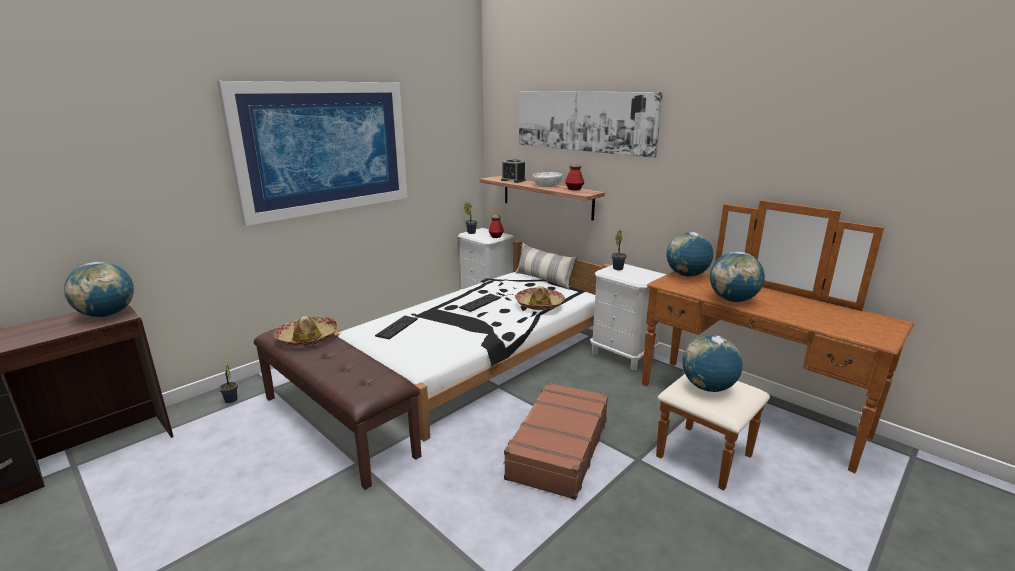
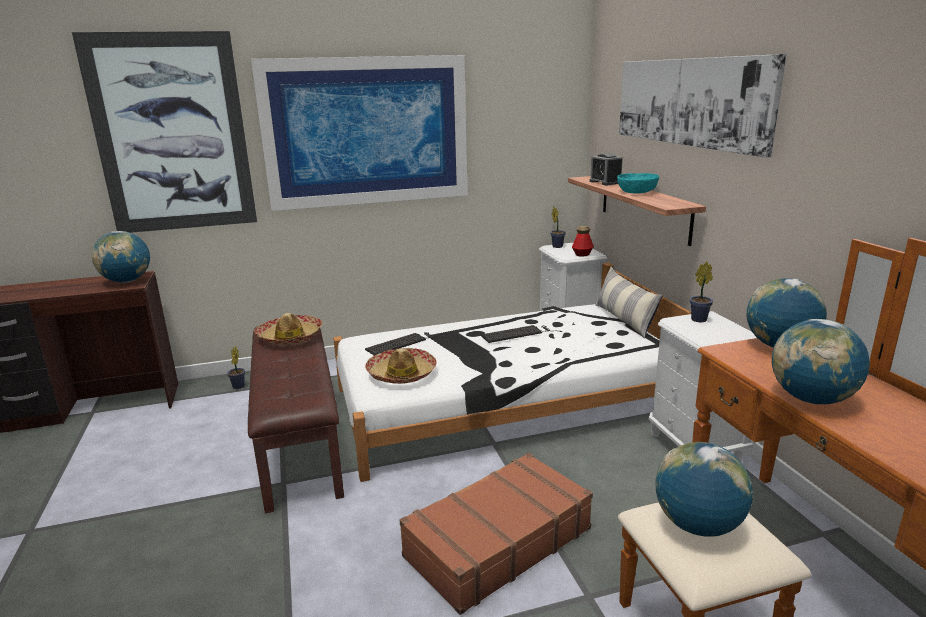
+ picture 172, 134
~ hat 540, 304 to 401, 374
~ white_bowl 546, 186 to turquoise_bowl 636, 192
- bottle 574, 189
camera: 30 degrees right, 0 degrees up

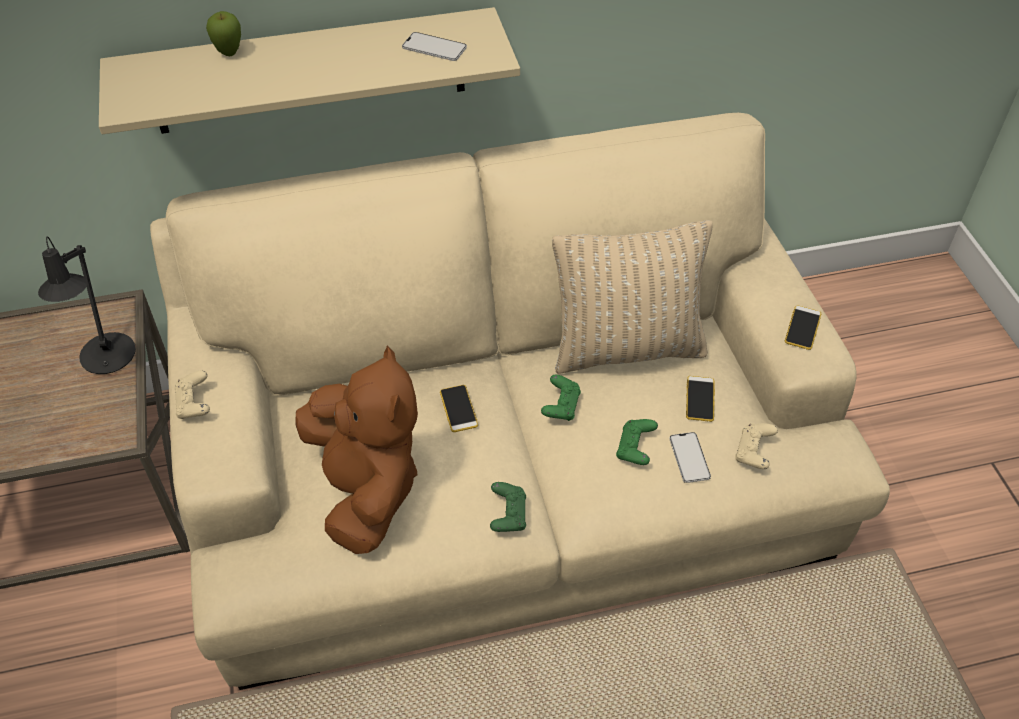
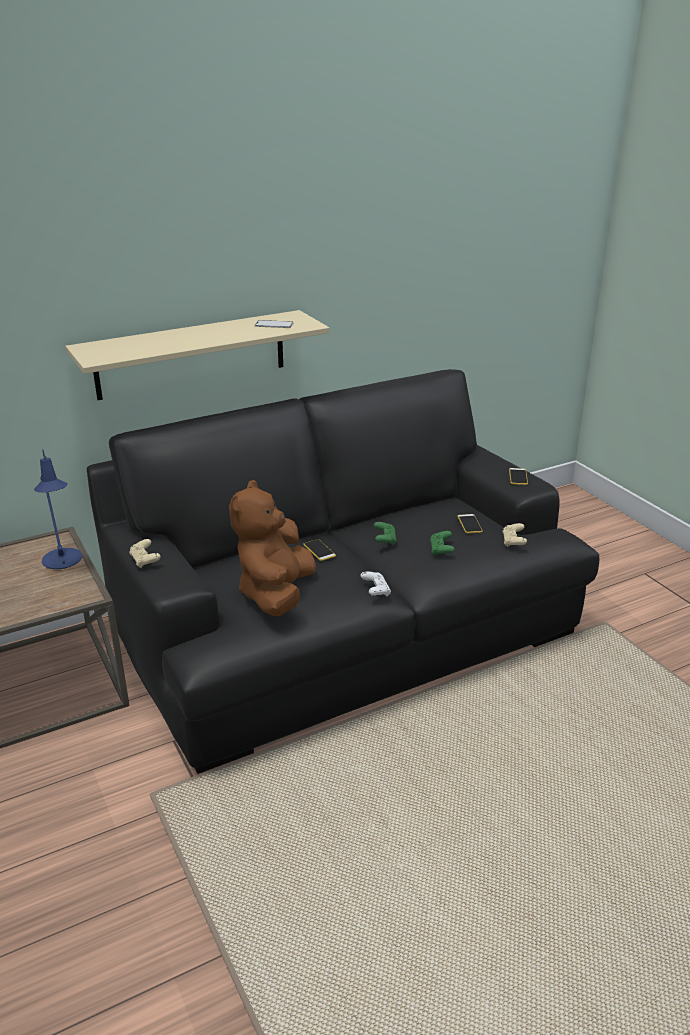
~ black_table_lamp 107, 359 to blue_table_lamp 63, 561
~ beige_sofa 509, 475 to black_sofa 344, 628
~ brown_plush_toy 365, 489 = 276, 594 135 degrees counterclockwise
~ green_game_controller 508, 515 to white_game_controller 375, 591
- apple 229, 53
- beige_pillow 626, 349
- phone 689, 457
camera: 15 degrees left, 20 degrees down

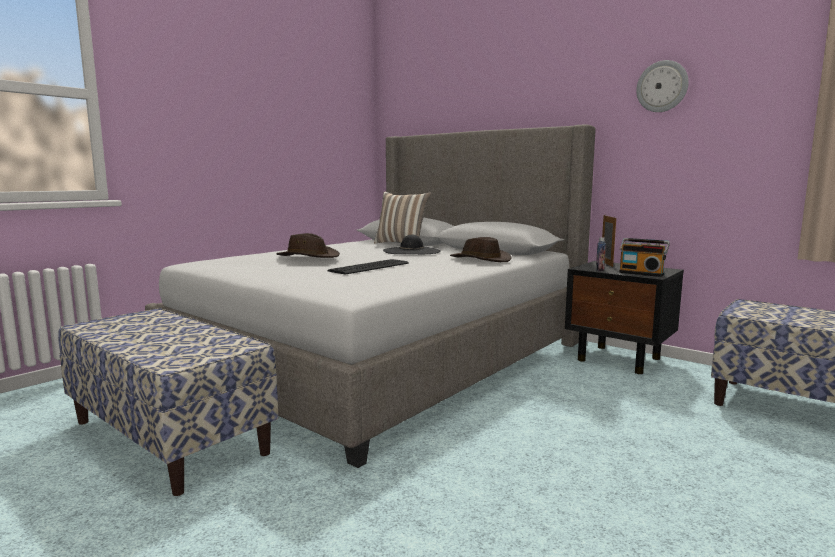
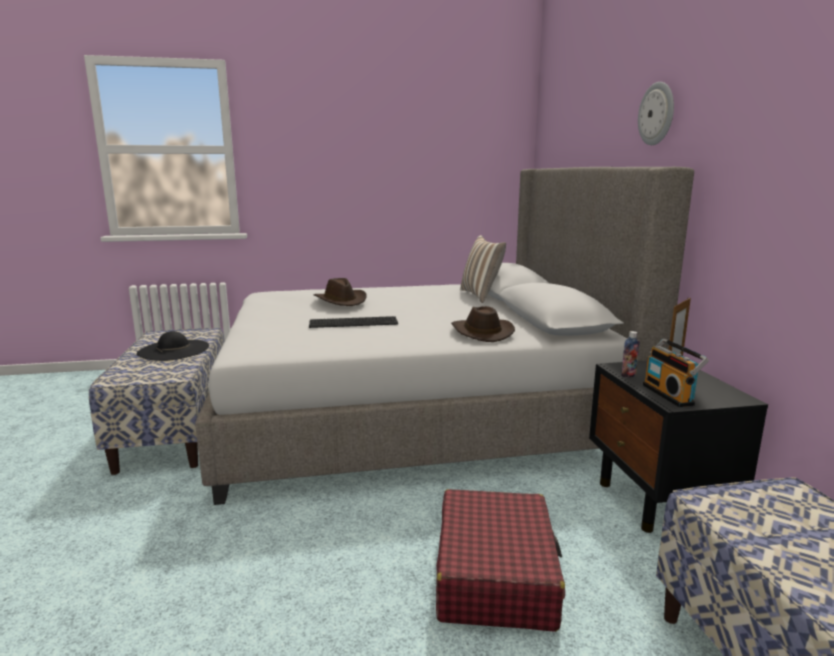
~ black_hat 411, 251 to 173, 350
+ red_suitcase 495, 574
~ wall_clock 662, 86 to 657, 114
camera: 40 degrees right, 5 degrees up

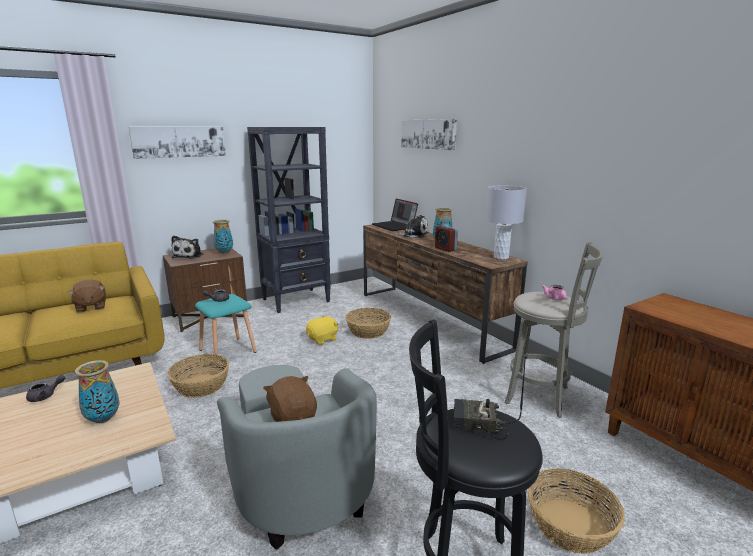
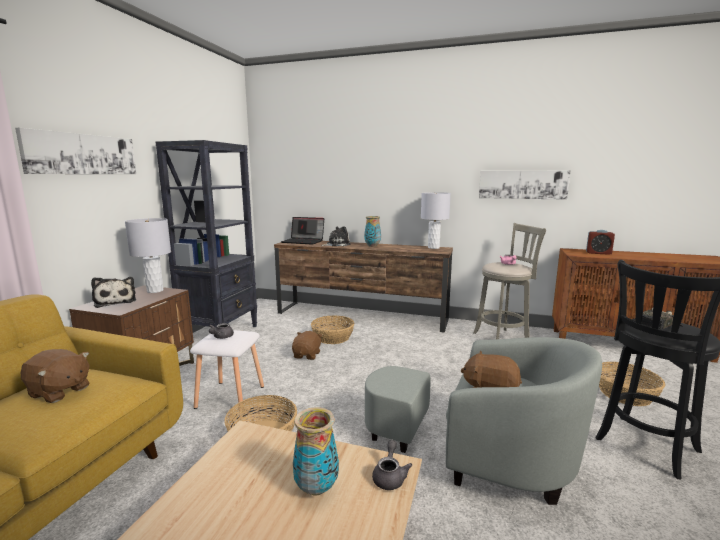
~ vase 224, 252 to grey_table_lamp 155, 291
~ turquoise_stool 228, 350 to white_stool 230, 396
~ yellow_plush_toy 323, 339 to brown_plush_toy 307, 355
~ grey_teapot 45, 396 to 390, 476
~ picture 428, 134 to 522, 184
~ alarm_clock 445, 249 to 598, 253
camera: 40 degrees left, 5 degrees down

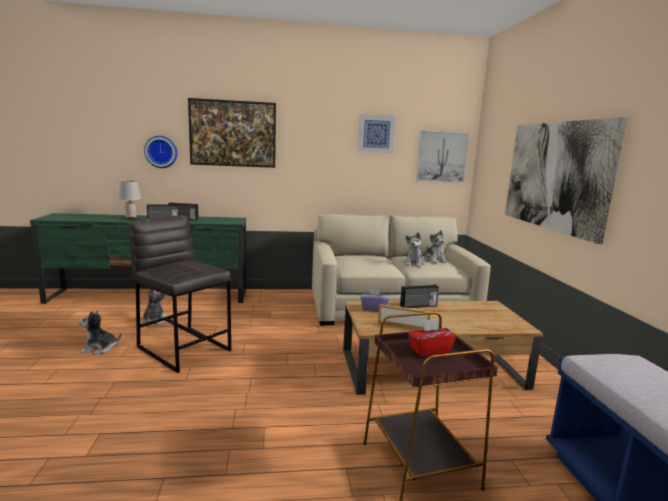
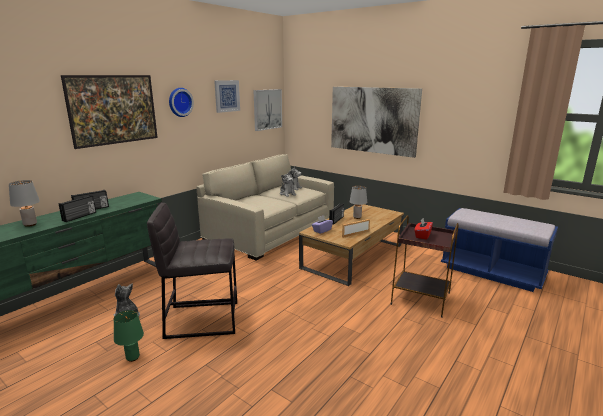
~ plush_toy 99, 348 to green_table_lamp 133, 358
~ wall_clock 161, 152 to 179, 102
+ grey_table_lamp 357, 217
camera: 45 degrees left, 5 degrees up

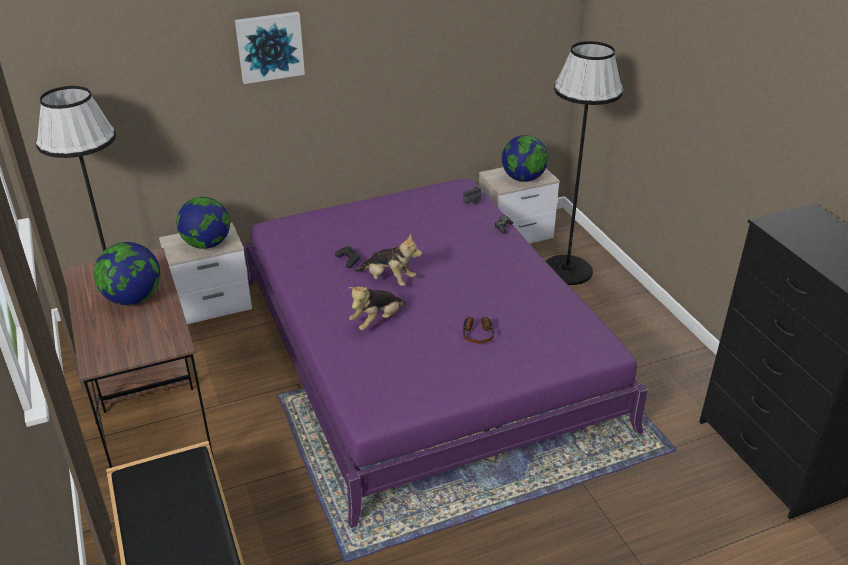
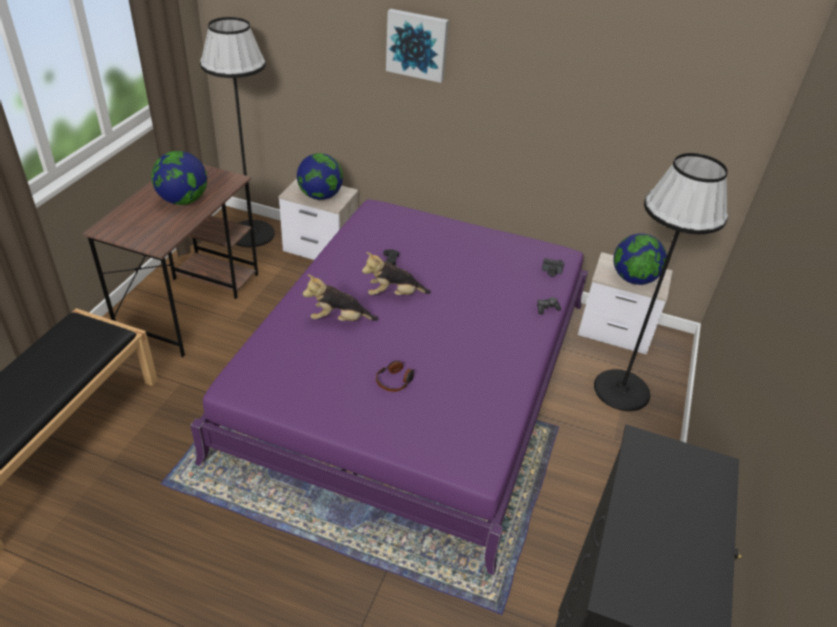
~ plush_toy 389, 280 = 394, 294 105 degrees clockwise
camera: 40 degrees right, 5 degrees up

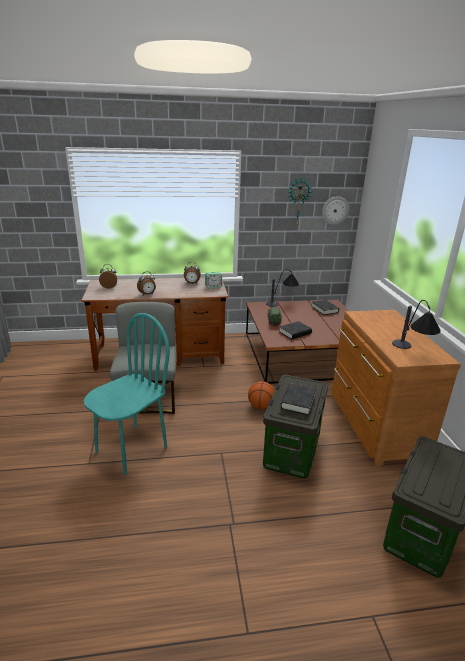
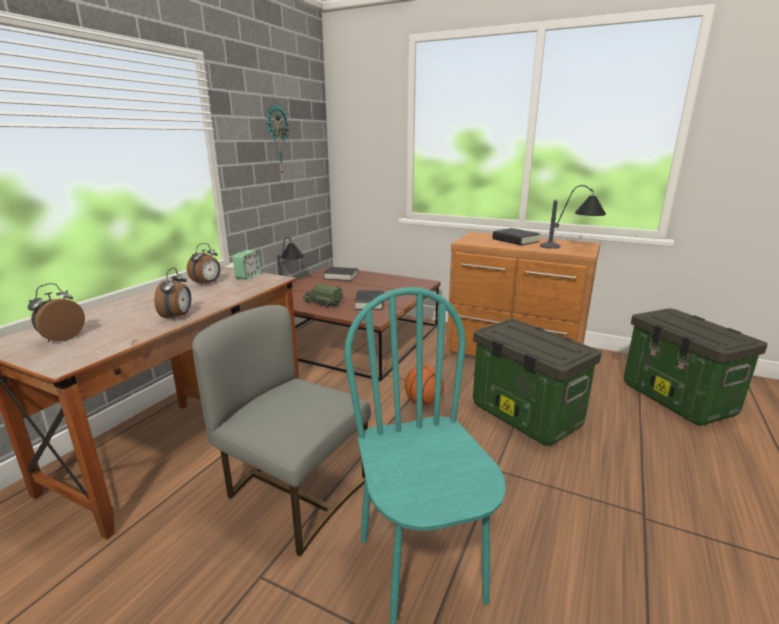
~ black_book 298, 402 to 515, 240
- wall_clock 335, 210
camera: 55 degrees left, 5 degrees down

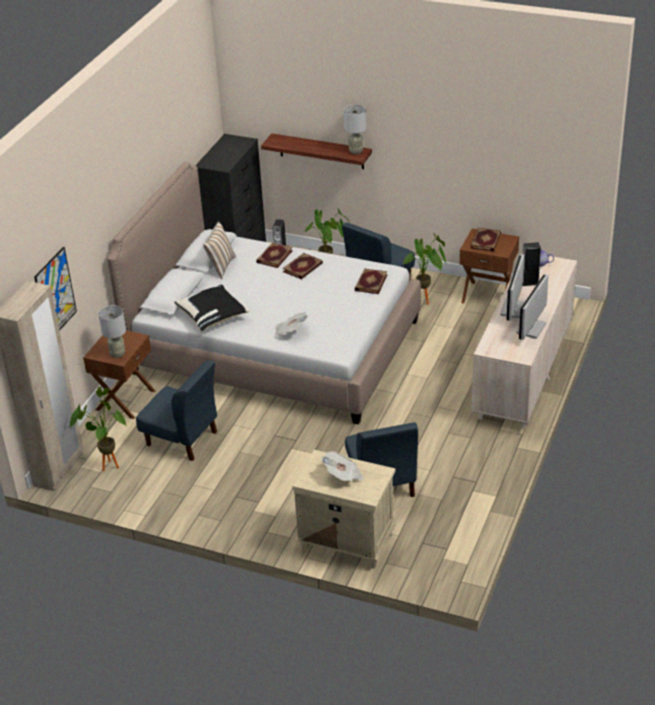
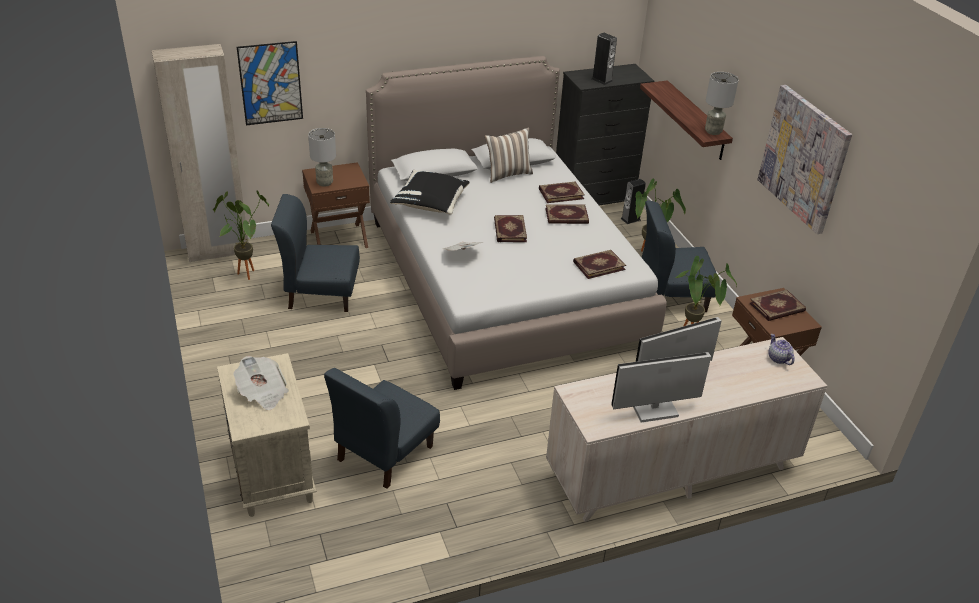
~ blue_chair 182, 438 = 321, 294 105 degrees clockwise
+ book 509, 230
~ speaker 529, 282 to 602, 80
+ picture 804, 158
camera: 45 degrees right, 0 degrees up

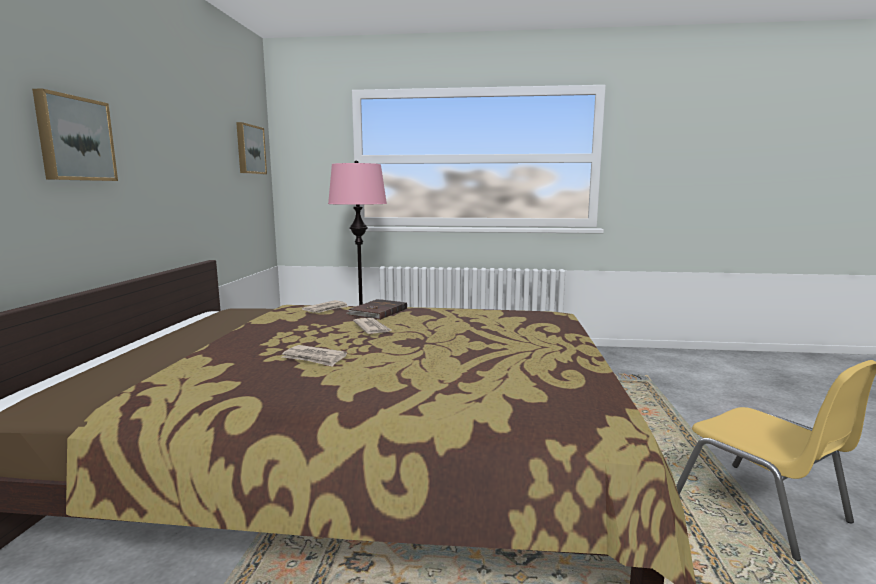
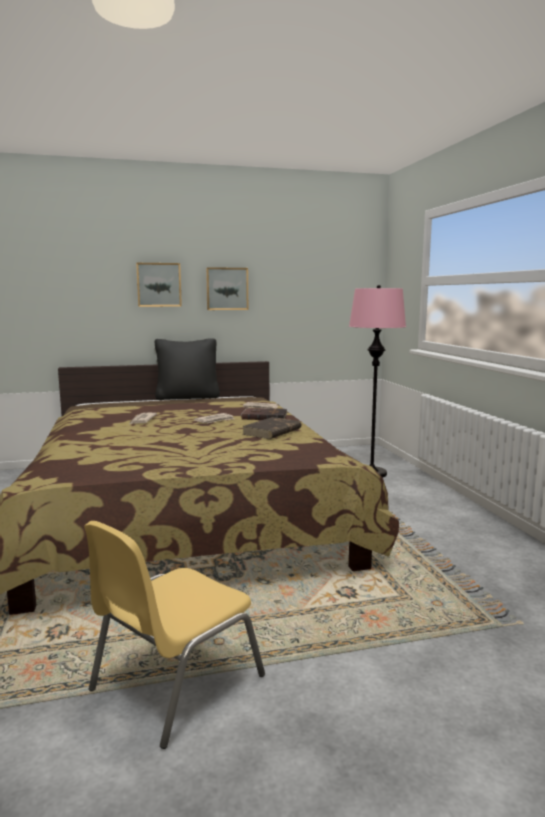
+ black_pillow 187, 397
~ picture 249, 149 to 227, 289
+ brown_book 271, 431
camera: 70 degrees right, 0 degrees up

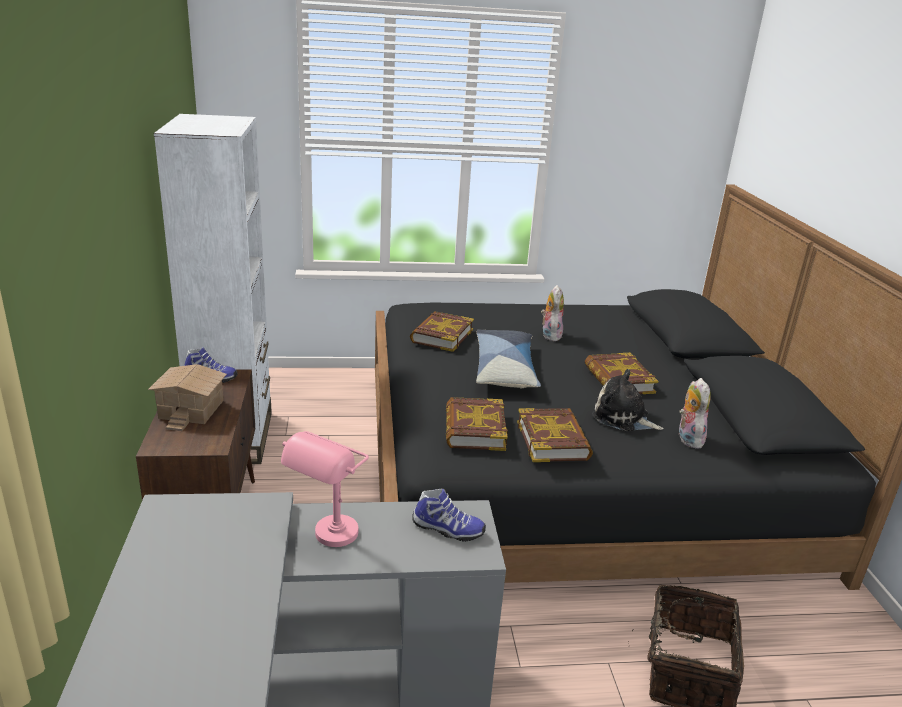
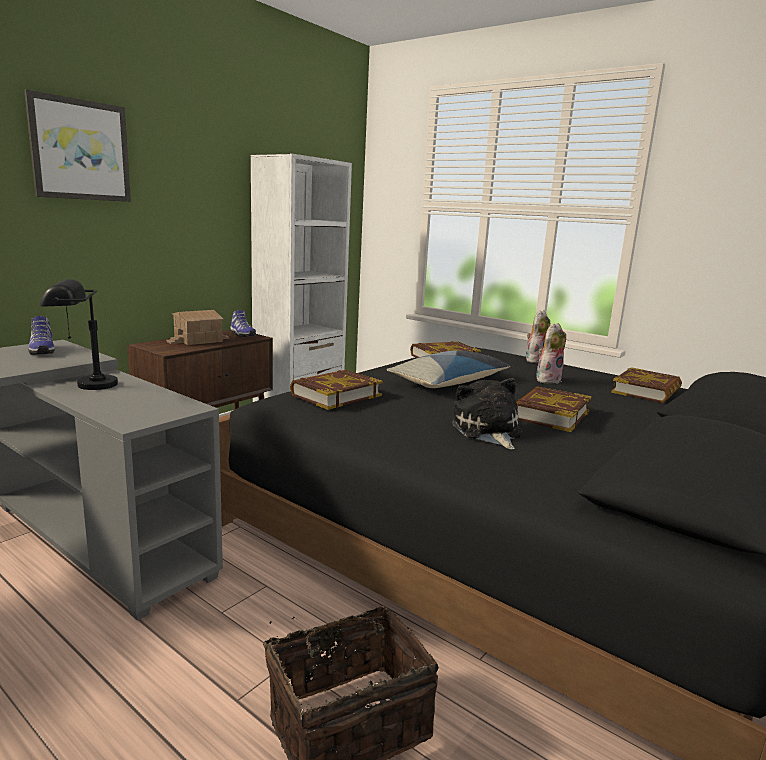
+ picture 80, 150
~ shoe 447, 530 to 41, 350
~ pink_table_lamp 328, 542 to black_table_lamp 83, 385
~ plush_toy 687, 438 to 535, 360
~ book 553, 440 to 646, 391
camera: 45 degrees right, 10 degrees down

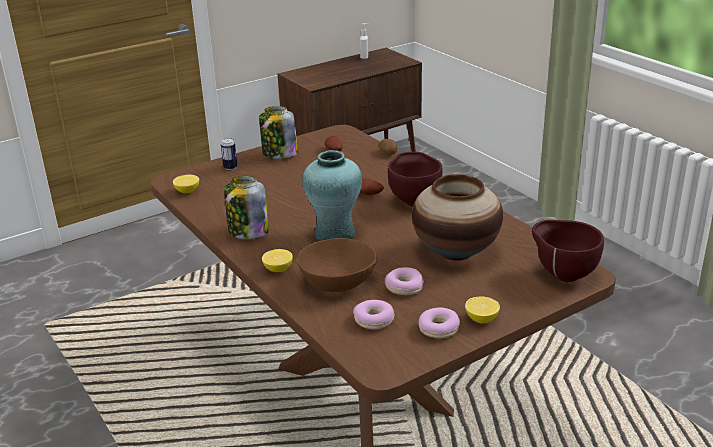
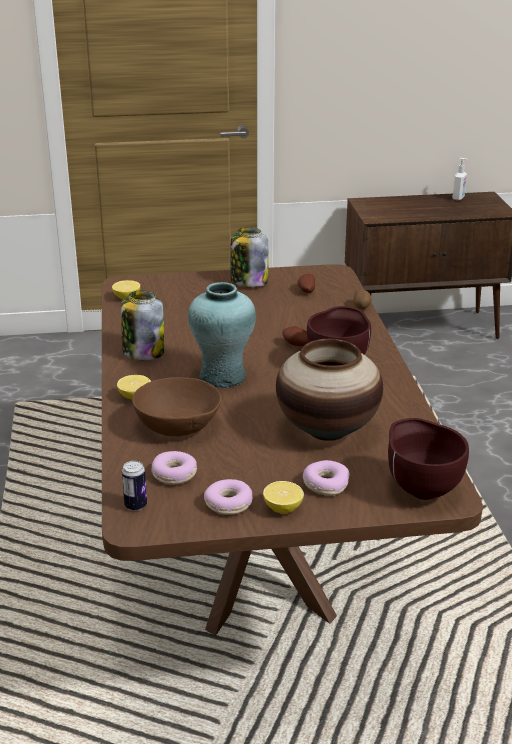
~ can 230, 167 to 135, 505
~ donut 404, 287 to 325, 484
camera: 25 degrees right, 0 degrees up

